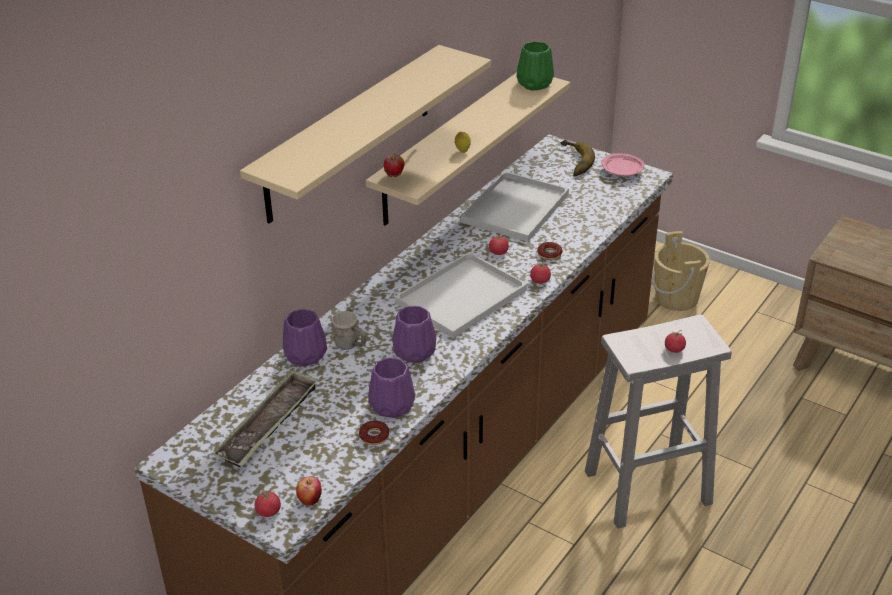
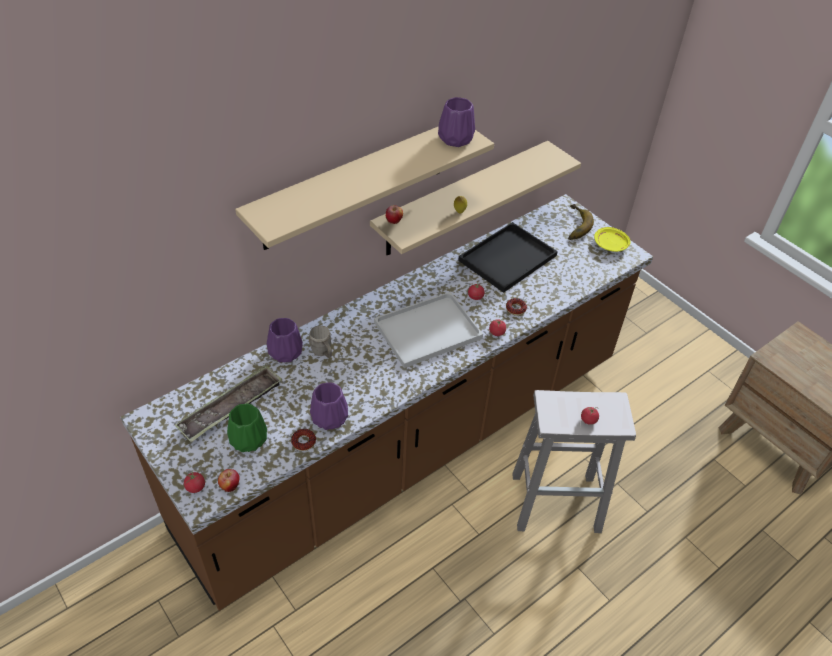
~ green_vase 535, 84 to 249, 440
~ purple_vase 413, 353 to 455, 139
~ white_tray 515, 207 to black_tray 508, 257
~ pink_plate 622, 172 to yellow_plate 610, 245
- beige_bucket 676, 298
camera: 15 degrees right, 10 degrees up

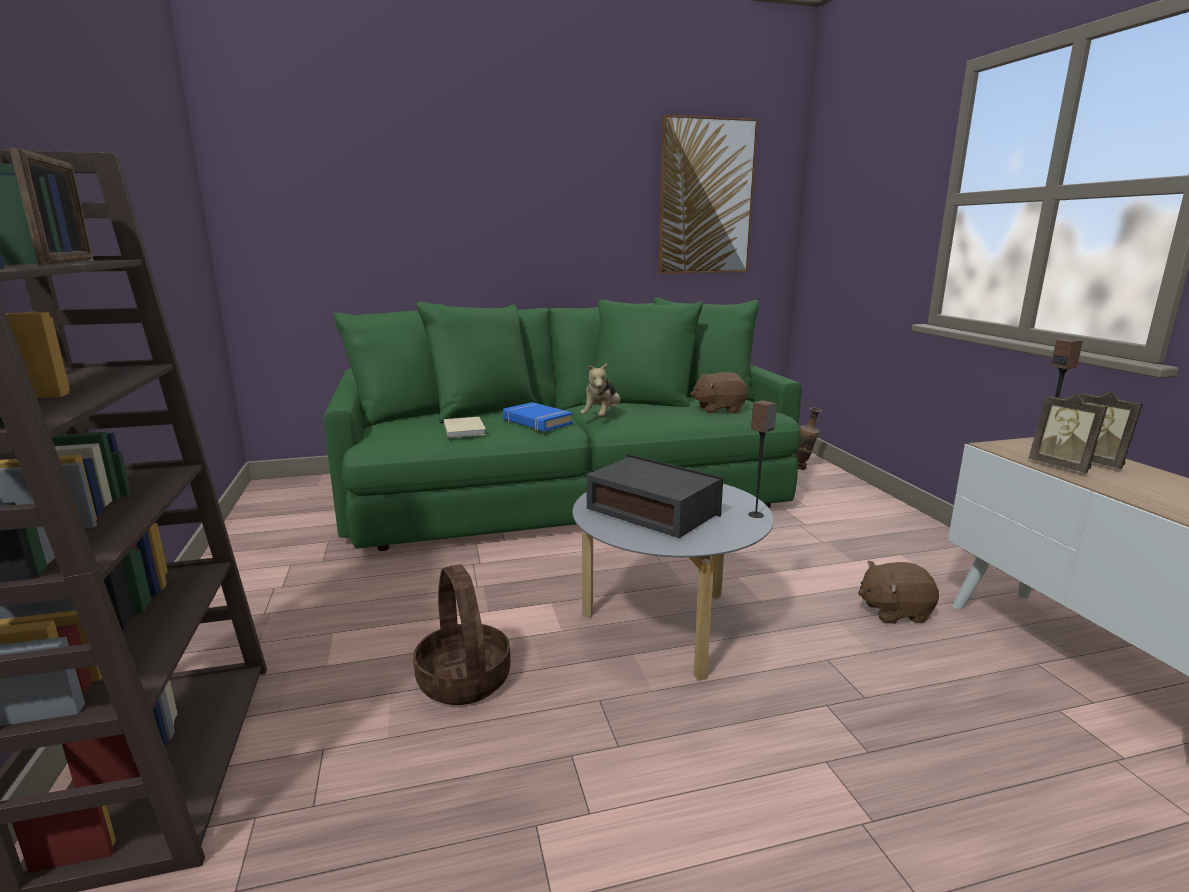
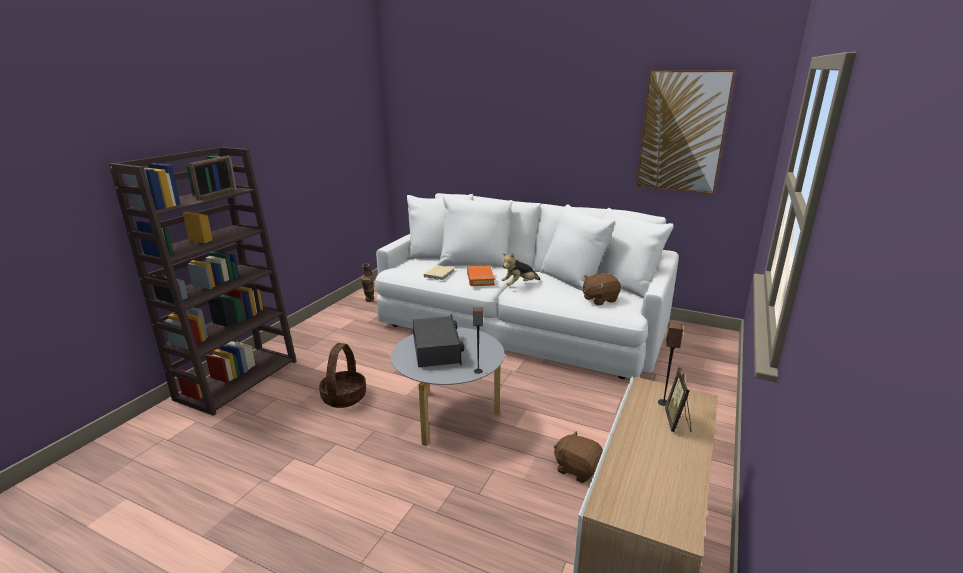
~ vase 803, 469 to 369, 301
~ green_sofa 566, 490 to white_sofa 521, 323
~ blue_book 537, 422 to orange_book 480, 279
~ brown_plush_toy 718, 409 = 599, 299 60 degrees counterclockwise
- picture_frame 1061, 466
camera: 40 degrees right, 5 degrees up

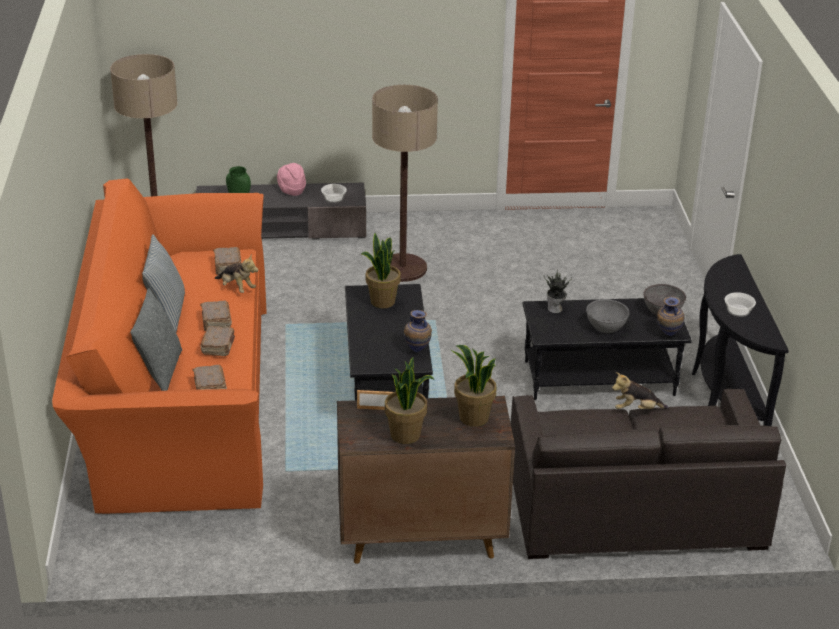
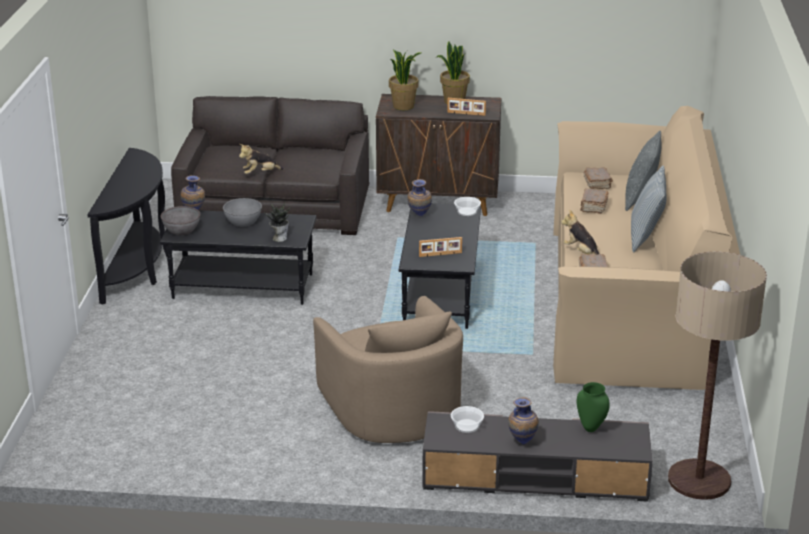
~ plush_toy 636, 409 = 260, 173 150 degrees clockwise
~ floor_lamp 402, 268 to beige_armchair 392, 407
~ potted_plant 382, 301 to picture_frame 440, 255
~ bowl 738, 310 to 467, 211
~ pink_hat 291, 191 to vase 522, 442
~ orange_sofa 176, 396 to beige_sofa 634, 299
- brown_book 216, 322
camera: 170 degrees left, 5 degrees down

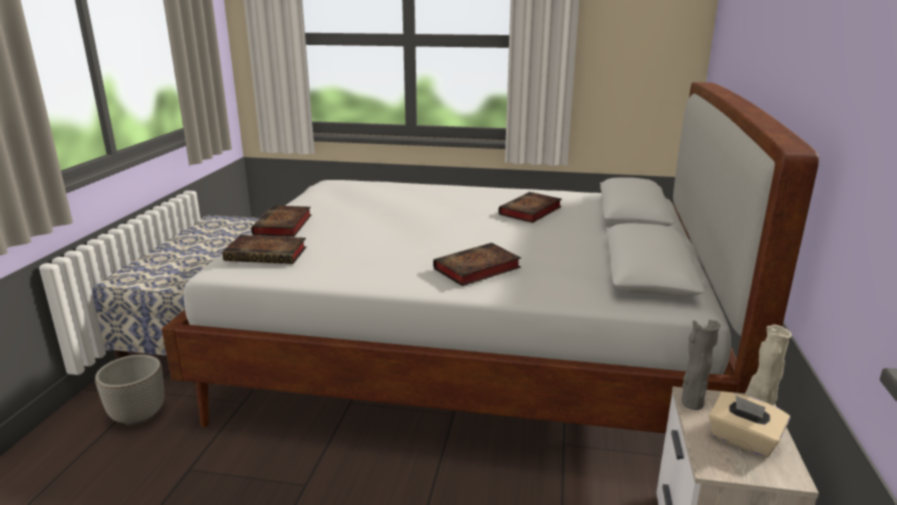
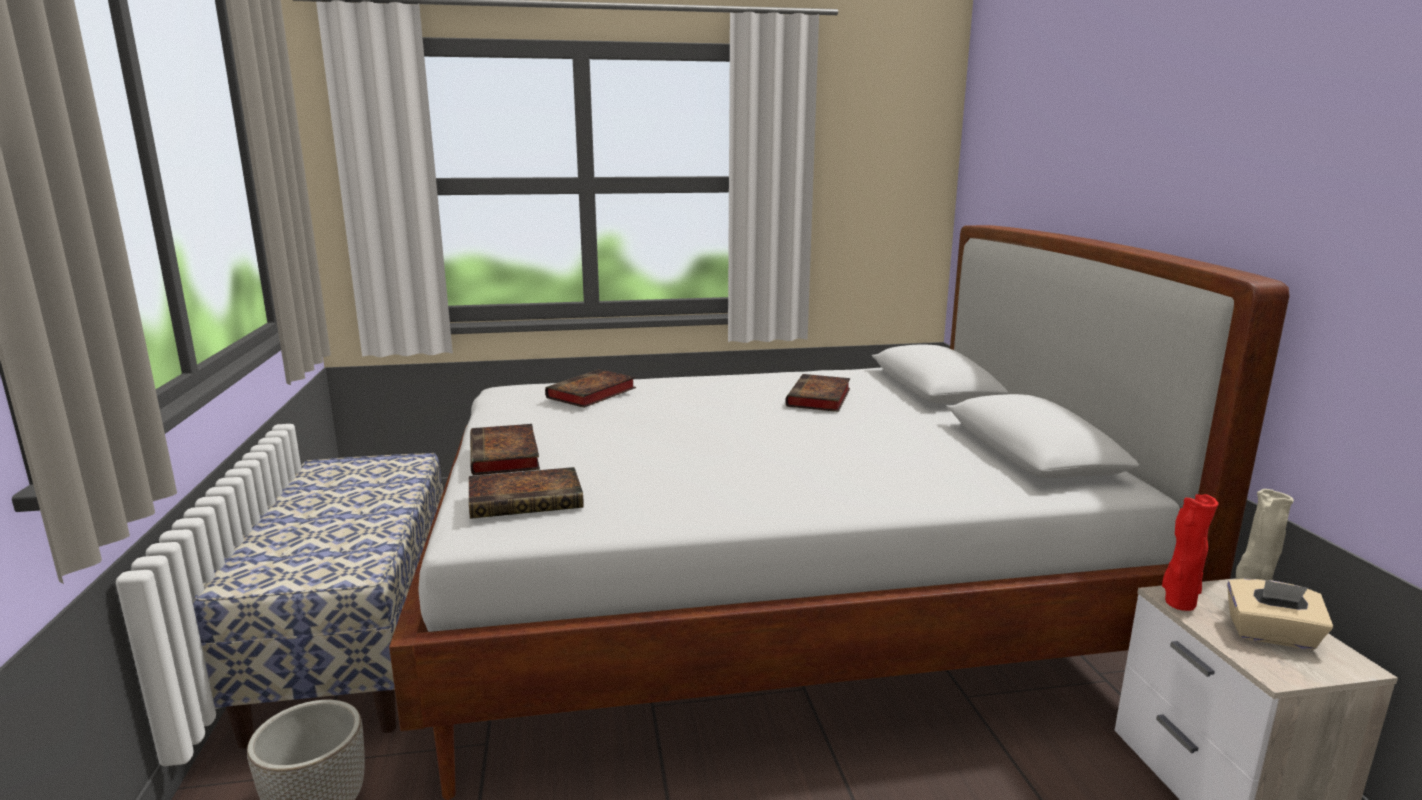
~ book 476, 269 to 590, 394
~ grey_vase 691, 403 to red_vase 1178, 603
camera: 20 degrees left, 5 degrees down

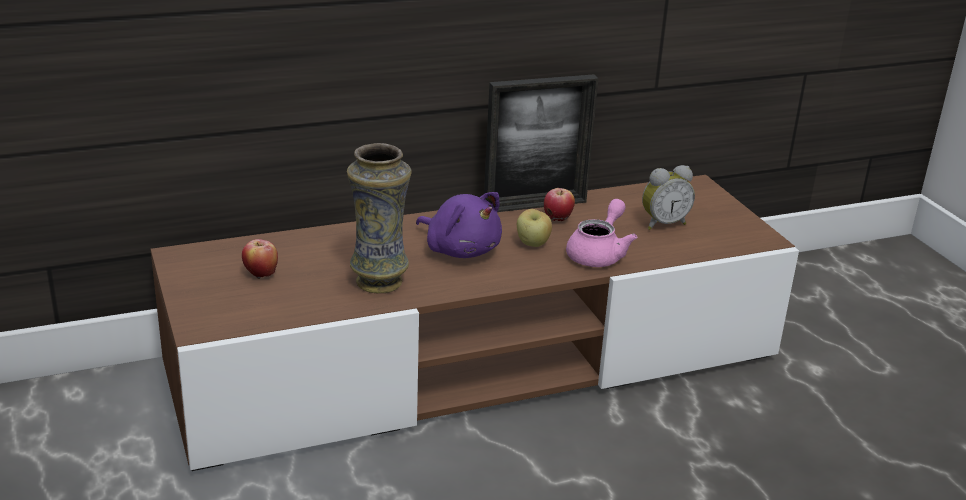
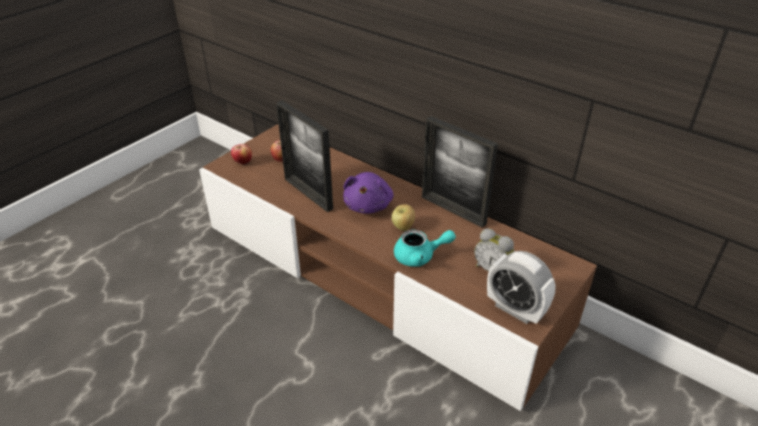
~ apple 558, 220 to 243, 163
~ vase 379, 281 to picture_frame 308, 194
~ pink_teapot 599, 254 to turquoise_teapot 420, 256
+ alarm_clock 515, 309
camera: 60 degrees right, 10 degrees up

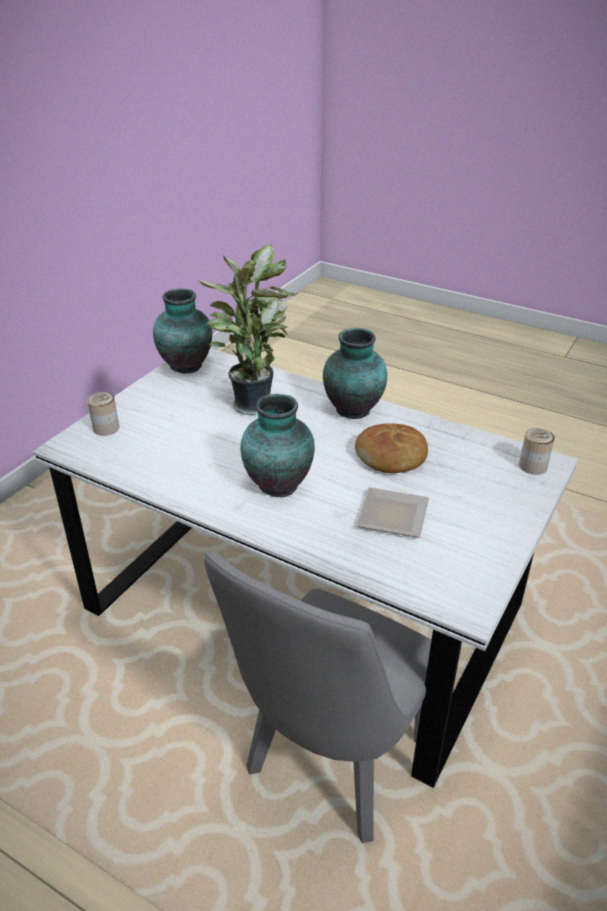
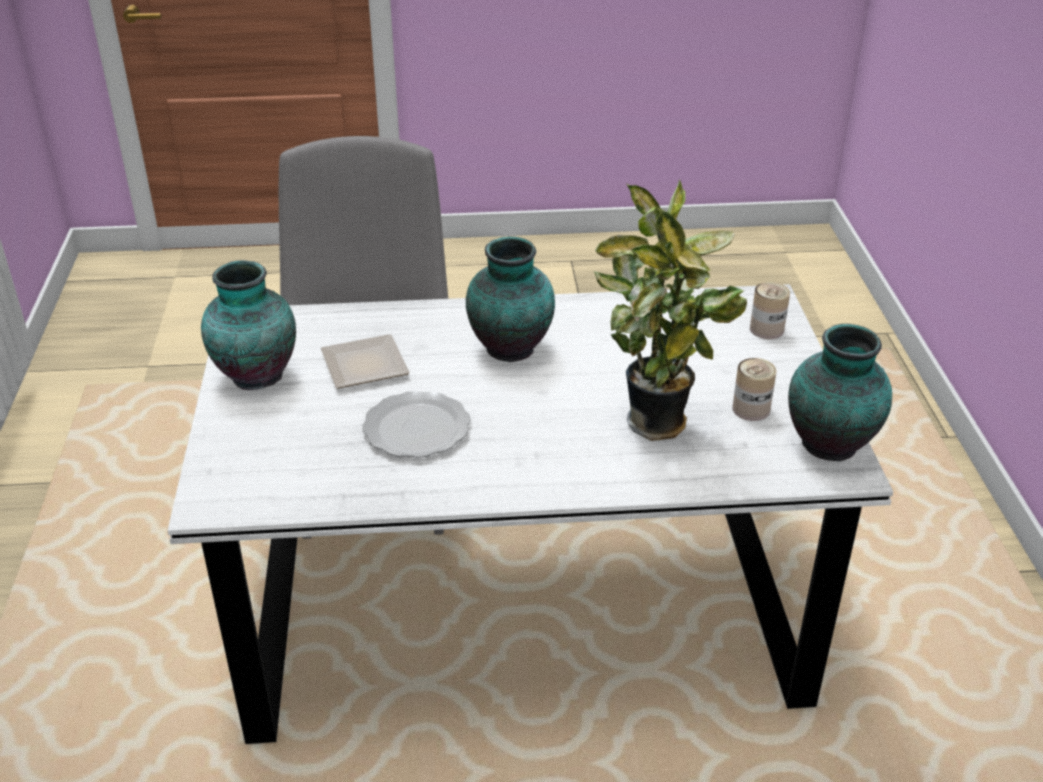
~ vase 354, 410 to 255, 375
~ bread 391, 457 to plate 415, 427
~ can 533, 466 to 751, 409
camera: 145 degrees right, 0 degrees up

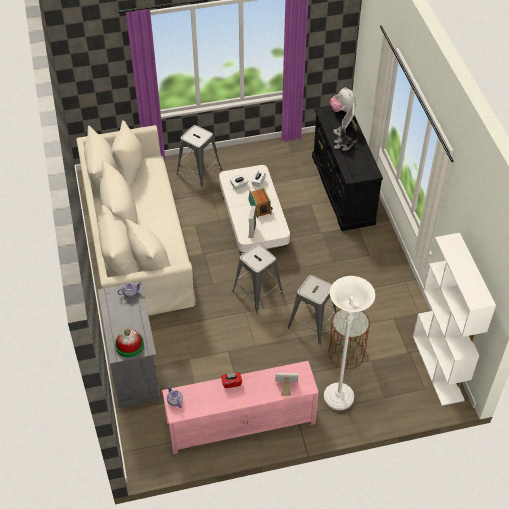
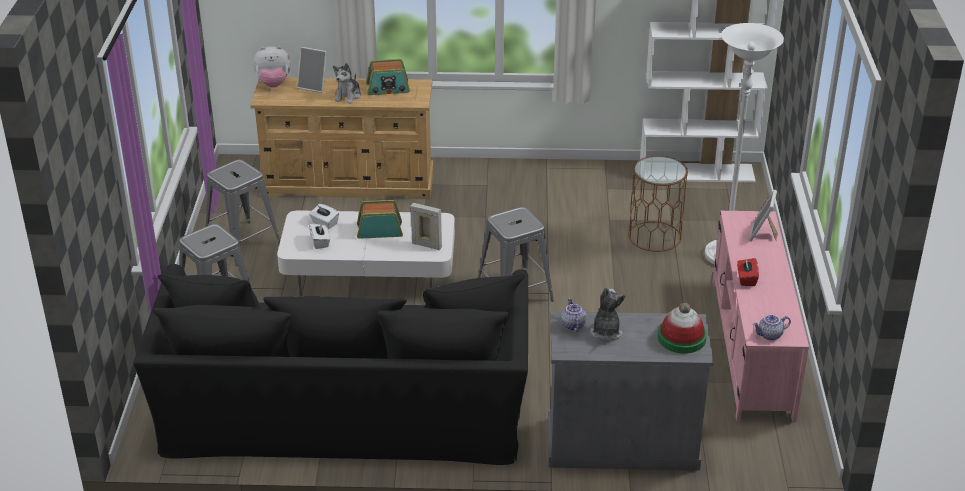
~ beige_sofa 137, 241 to black_sofa 344, 405
~ grey_stool 312, 322 to 242, 243
~ black_dresser 343, 190 to beige_dresser 349, 183
+ radio 388, 88
+ plush_toy 606, 332
camera: 75 degrees left, 15 degrees down

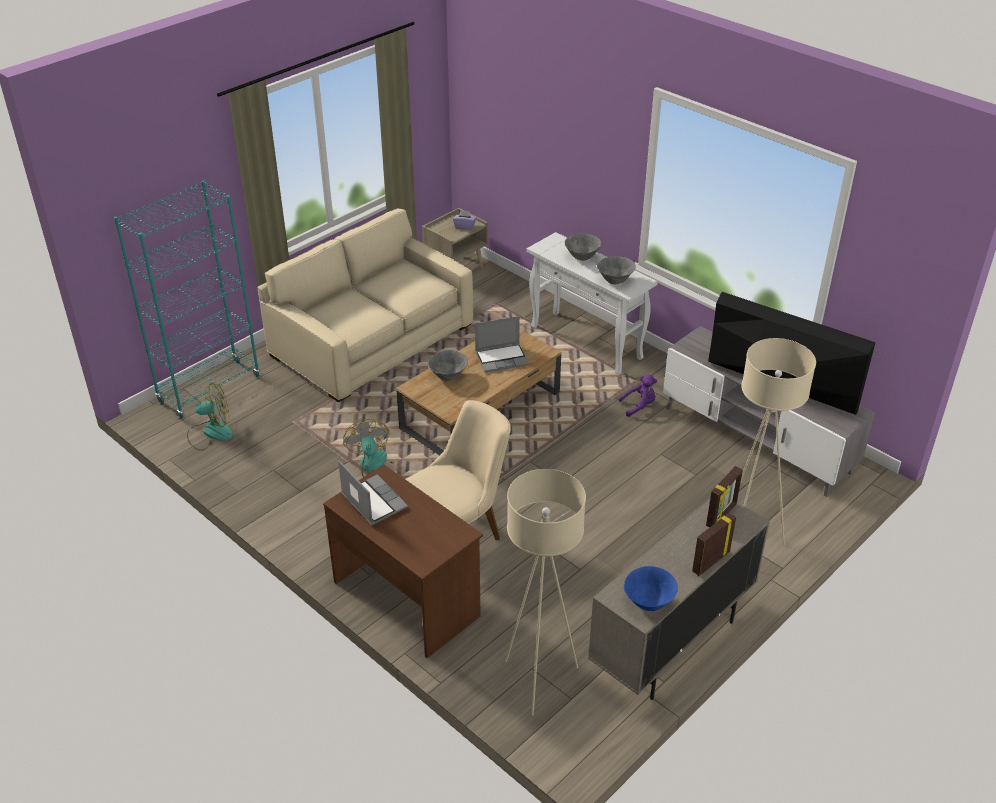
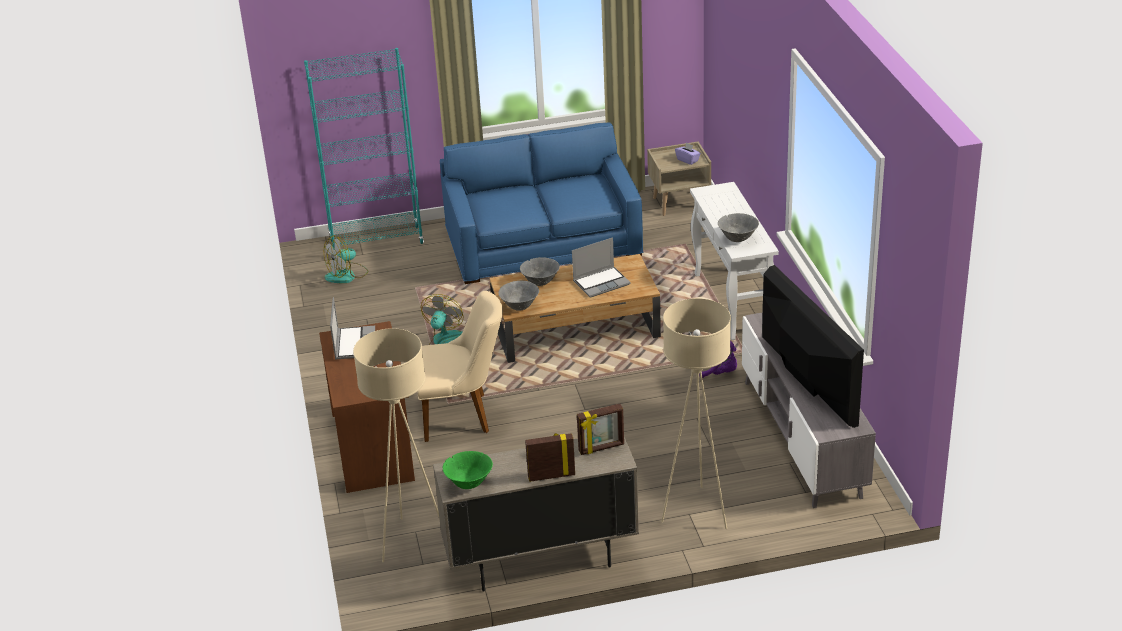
~ fan 210, 432 = 346, 275 120 degrees clockwise
~ beige_sofa 372, 339 to blue_sofa 543, 242
~ blue_bowl 648, 603 to green_bowl 469, 484
~ grey_bowl 582, 257 to 520, 307
~ laptop 502, 358 = 601, 282 45 degrees counterclockwise
camera: 35 degrees right, 5 degrees down

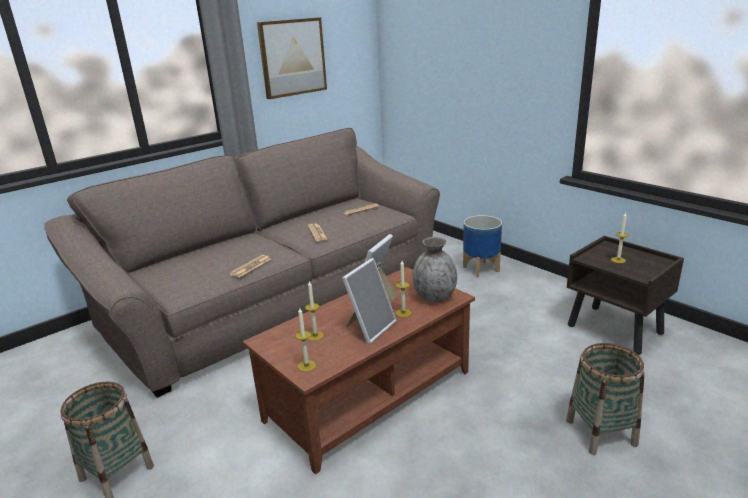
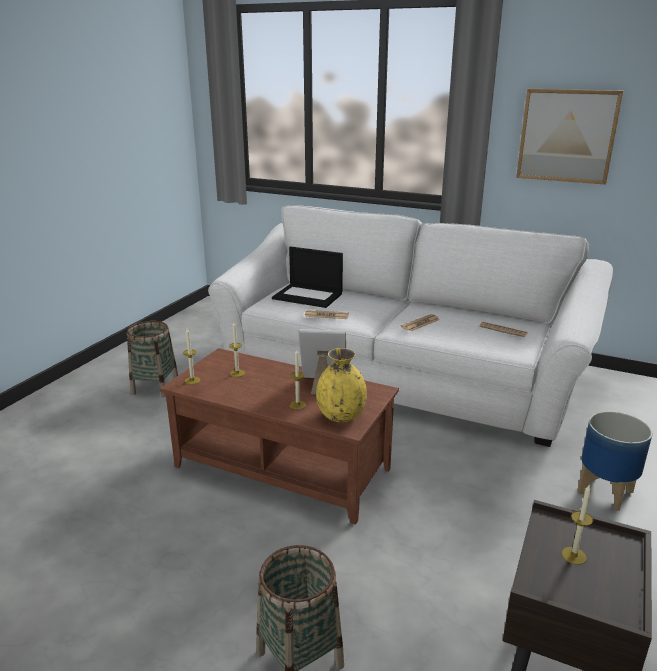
~ brown_sofa 277, 299 to white_sofa 399, 374
+ laptop 308, 296
~ grey_vase 435, 297 to yellow_vase 340, 416
- picture_frame 369, 328
camera: 65 degrees right, 0 degrees up

